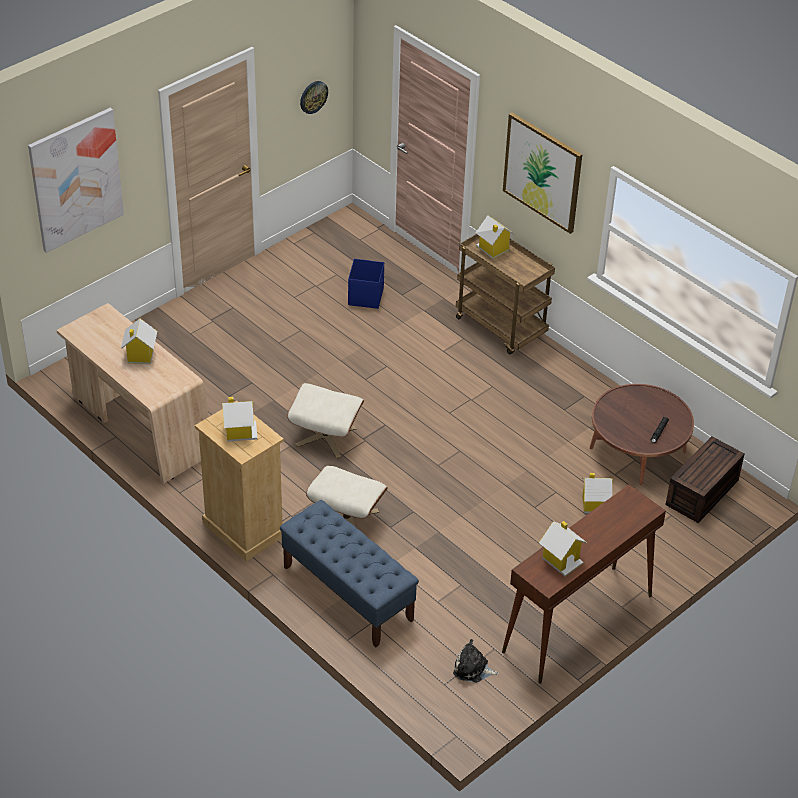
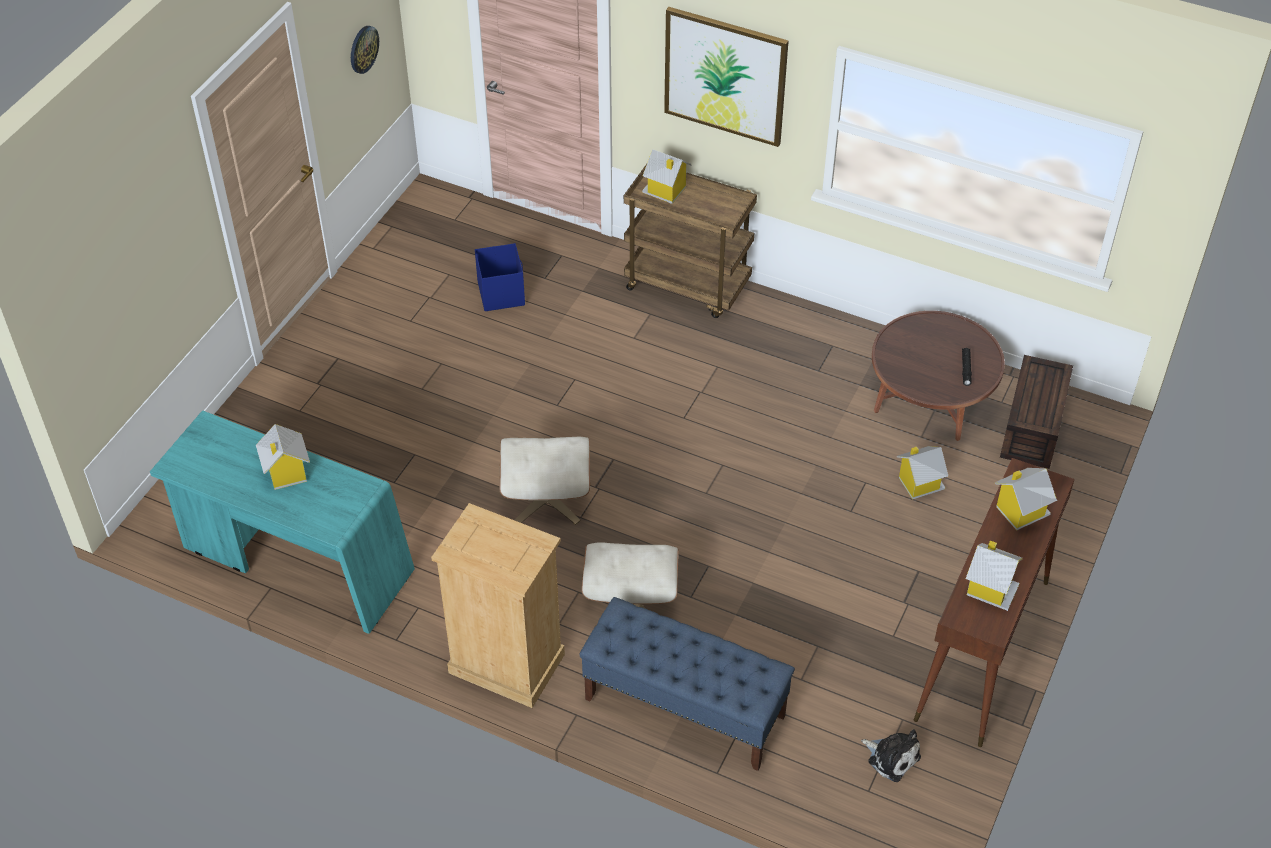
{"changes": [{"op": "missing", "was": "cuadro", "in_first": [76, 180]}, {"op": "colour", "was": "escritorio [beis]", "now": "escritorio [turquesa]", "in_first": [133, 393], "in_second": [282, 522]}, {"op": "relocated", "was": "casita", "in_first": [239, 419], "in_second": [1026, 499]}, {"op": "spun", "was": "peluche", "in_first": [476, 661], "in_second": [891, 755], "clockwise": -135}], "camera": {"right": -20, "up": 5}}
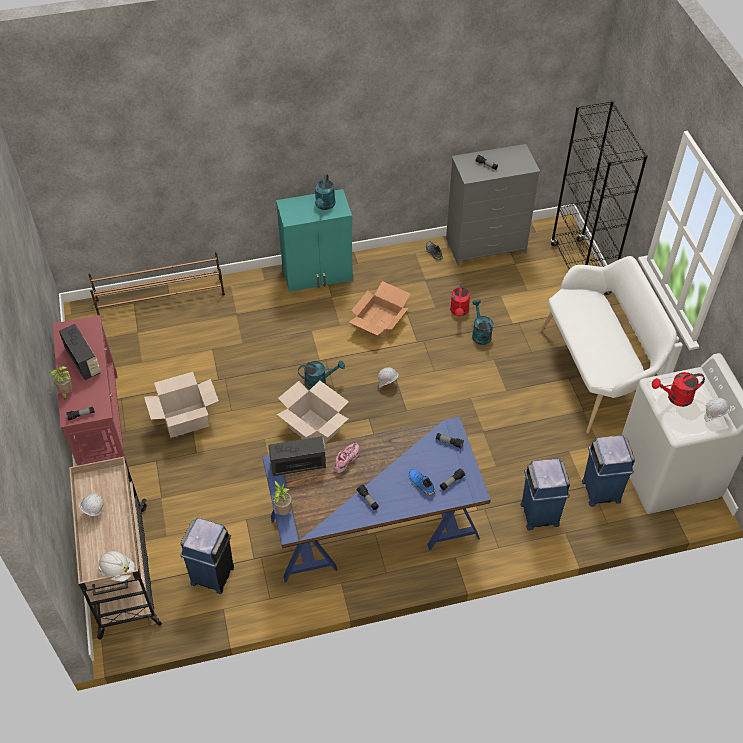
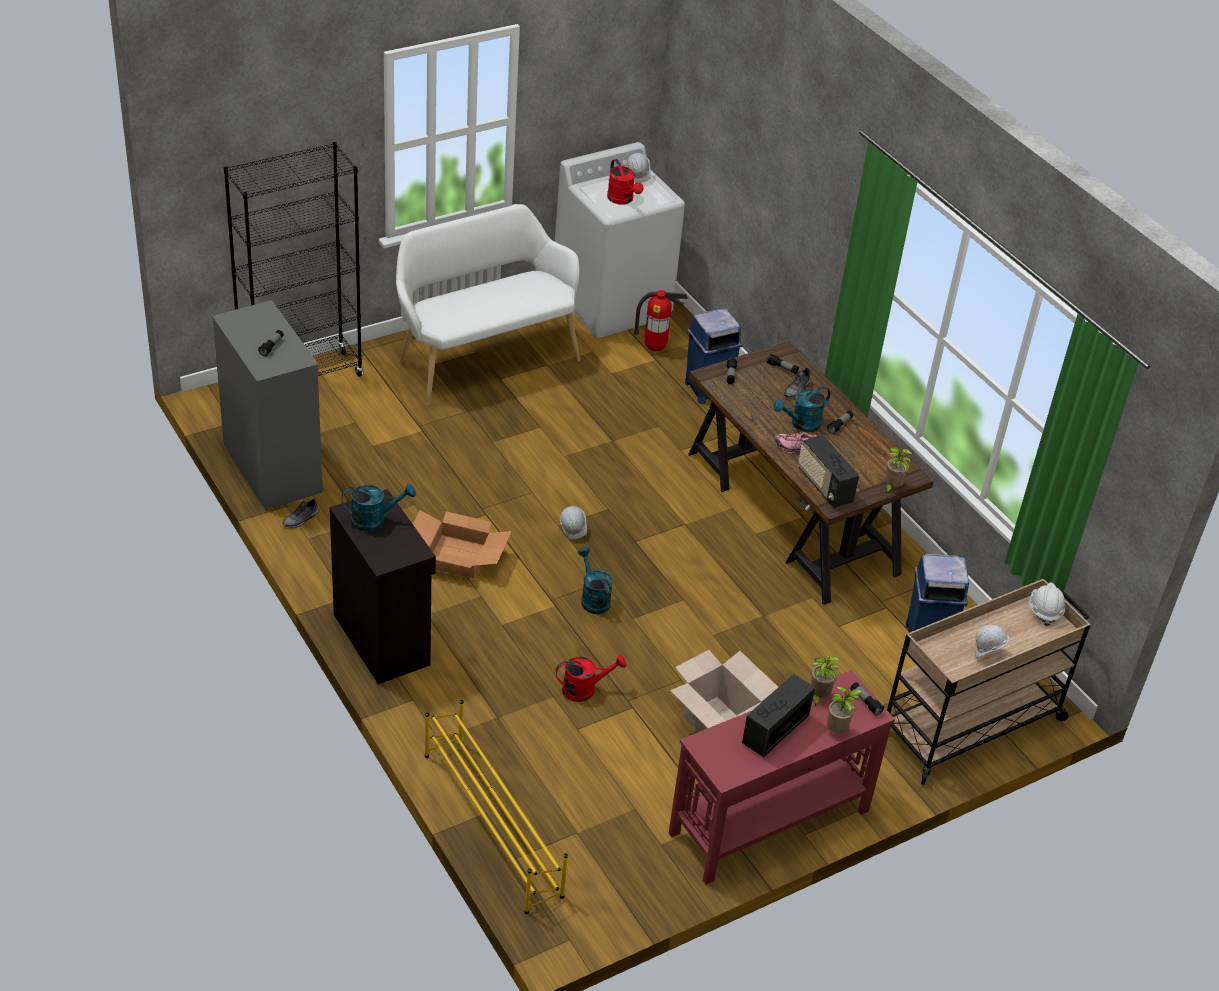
{"changes": [{"op": "colour", "was": "zapatero [marrón]", "now": "zapatero [amarillo]", "in_first": [157, 283], "in_second": [496, 807]}, {"op": "colour", "was": "escritorio [azul]", "now": "escritorio [marrón]", "in_first": [376, 499], "in_second": [811, 473]}, {"op": "colour", "was": "armario [turquesa]", "now": "armario [negro]", "in_first": [314, 240], "in_second": [383, 586]}, {"op": "missing", "was": "caja de cartón", "in_first": [313, 412]}, {"op": "colour", "was": "zapato [azul]", "now": "zapato [gris]", "in_first": [422, 482], "in_second": [797, 383]}, {"op": "relocated", "was": "regadera [rojo]", "in_first": [460, 299], "in_second": [591, 678]}, {"op": "relocated", "was": "regadera [turquesa]", "in_first": [482, 322], "in_second": [801, 409]}, {"op": "exchanged", "was": "papelera [azul]", "now": "extintor", "in_first": [608, 471], "in_second": [661, 320]}, {"op": "appeared", "now": "planta en maceta", "in_second": [825, 681]}], "camera": {"right": -110, "up": -10}}
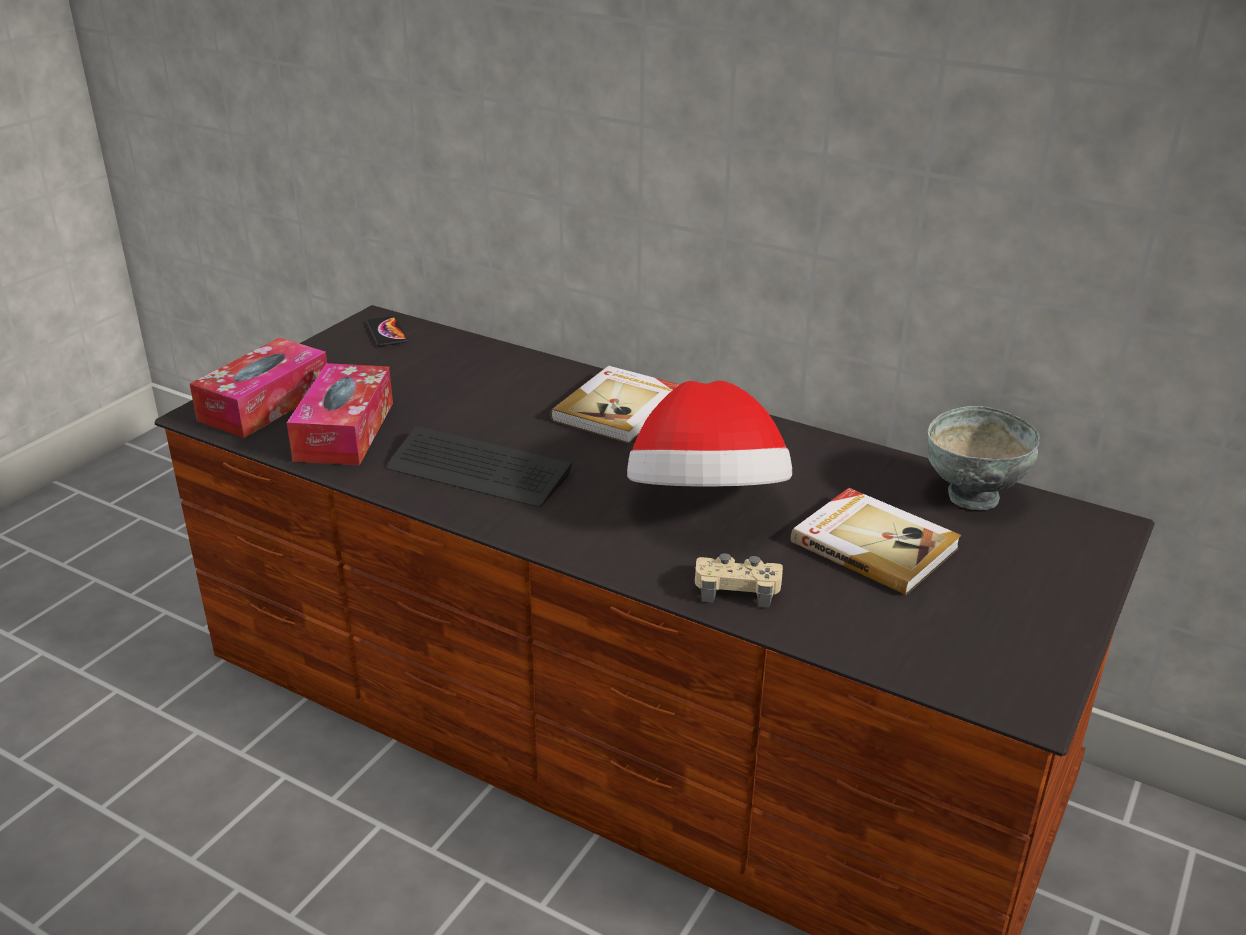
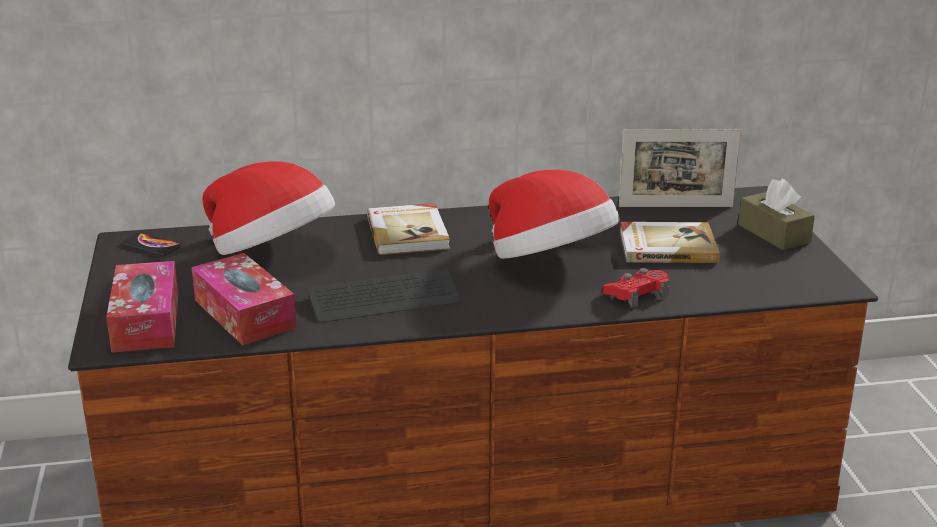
{"changes": [{"op": "colour", "was": "mando de consola [beis]", "now": "mando de consola [rojo]", "in_first": [739, 580], "in_second": [636, 288]}, {"op": "exchanged", "was": "cuenco [gris]", "now": "portarretratos", "in_first": [983, 458], "in_second": [680, 168]}, {"op": "appeared", "now": "sombrero", "in_second": [268, 208]}, {"op": "appeared", "now": "caja de pañuelos [marrón]", "in_second": [776, 214]}], "camera": {"right": -40, "up": -5}}
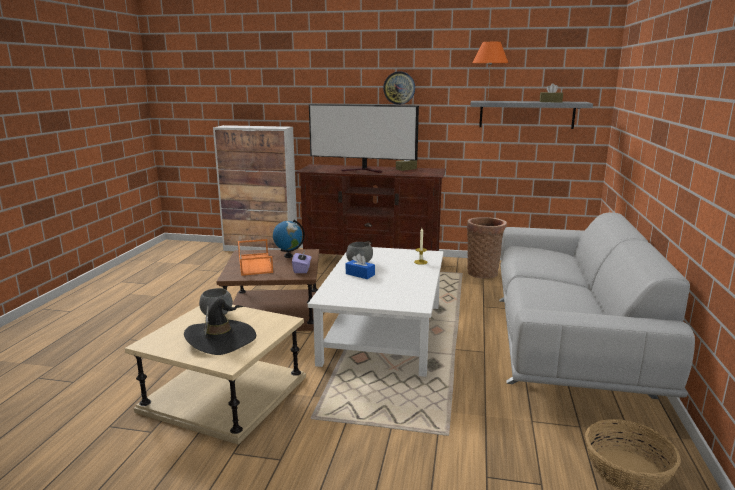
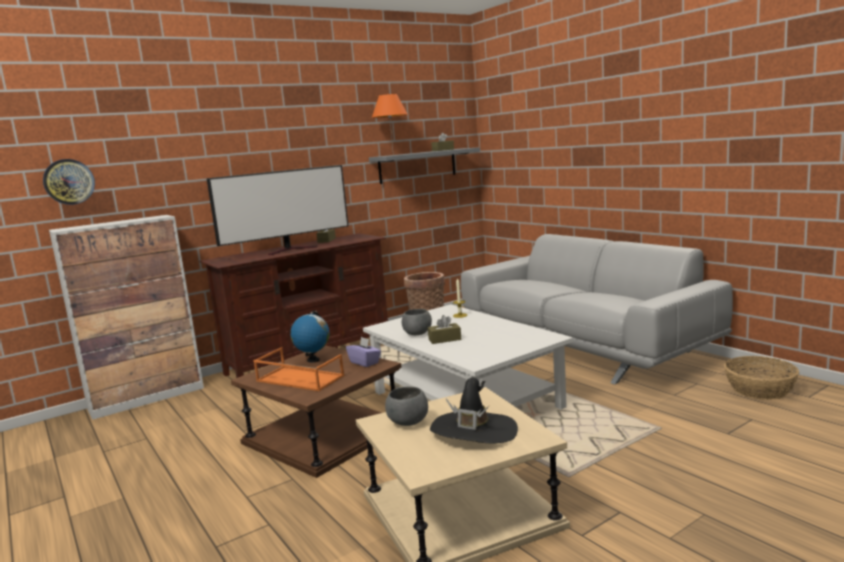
{"changes": [{"op": "colour", "was": "caja de pañuelos [azul]", "now": "caja de pañuelos [marrón]", "in_first": [360, 266], "in_second": [444, 329]}, {"op": "relocated", "was": "reloj de pared", "in_first": [399, 88], "in_second": [69, 182]}], "camera": {"right": -45, "up": -5}}
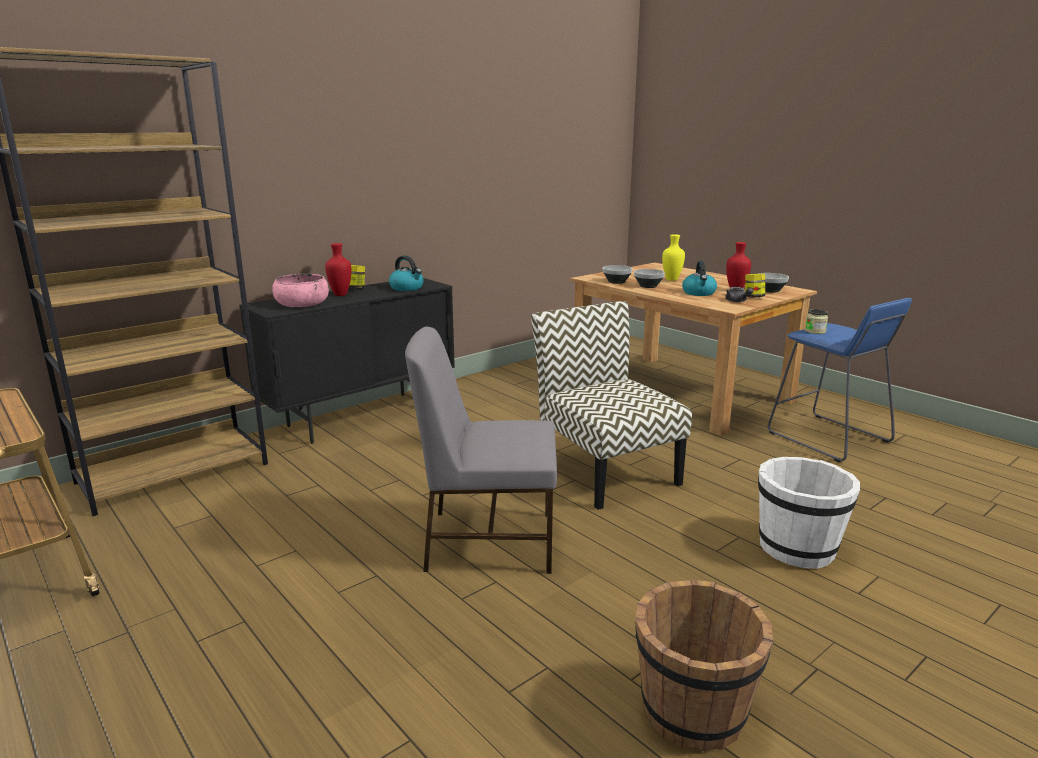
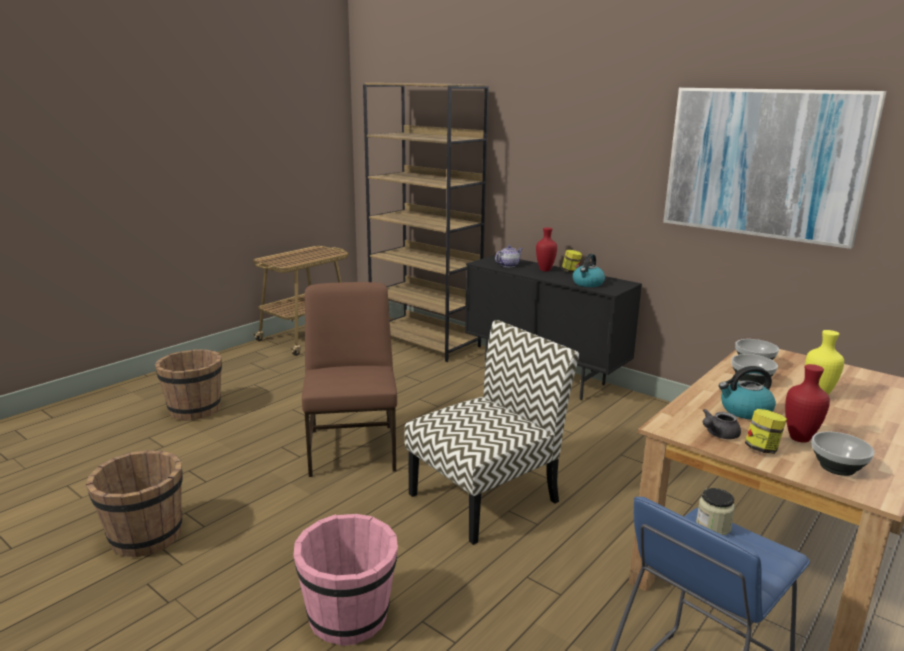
{"changes": [{"op": "exchanged", "was": "cuenco [rosa]", "now": "tetera", "in_first": [300, 290], "in_second": [509, 256]}, {"op": "colour", "was": "silla [gris]", "now": "silla [marrón]", "in_first": [481, 450], "in_second": [349, 379]}, {"op": "colour", "was": "cubo [blanco]", "now": "cubo [rosa]", "in_first": [809, 513], "in_second": [345, 580]}, {"op": "appeared", "now": "cubo [marrón]", "in_second": [188, 385]}, {"op": "appeared", "now": "cuadro", "in_second": [775, 168]}], "camera": {"right": 80, "up": 0}}
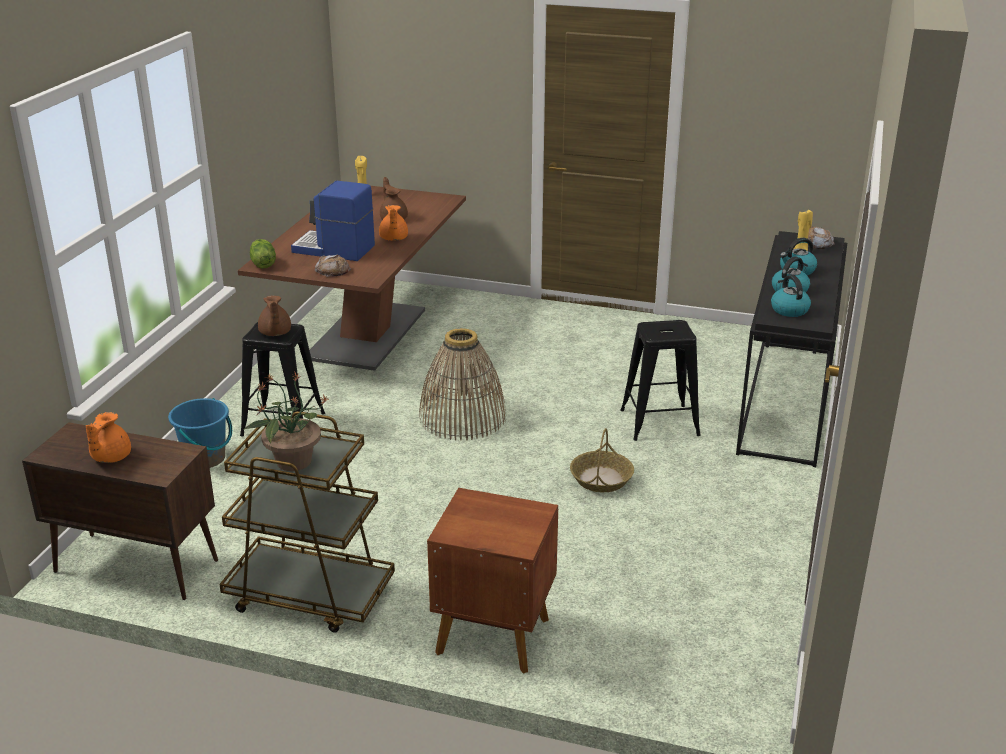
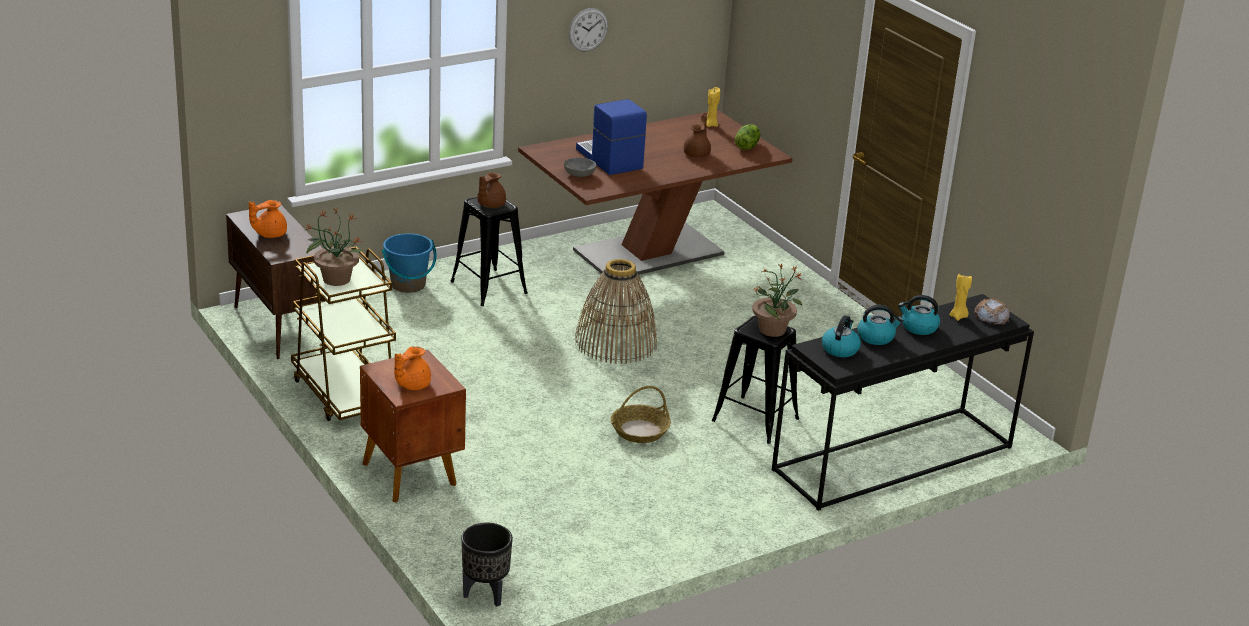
{"changes": [{"op": "relocated", "was": "lechuga", "in_first": [263, 254], "in_second": [747, 137]}, {"op": "exchanged", "was": "pan", "now": "cuenco [gris]", "in_first": [332, 266], "in_second": [580, 167]}, {"op": "relocated", "was": "tetera [naranja]", "in_first": [393, 223], "in_second": [412, 368]}, {"op": "appeared", "now": "maceta [negro]", "in_second": [487, 564]}, {"op": "appeared", "now": "reloj de pared", "in_second": [588, 29]}, {"op": "appeared", "now": "planta en maceta", "in_second": [777, 300]}], "camera": {"right": 40, "up": 0}}
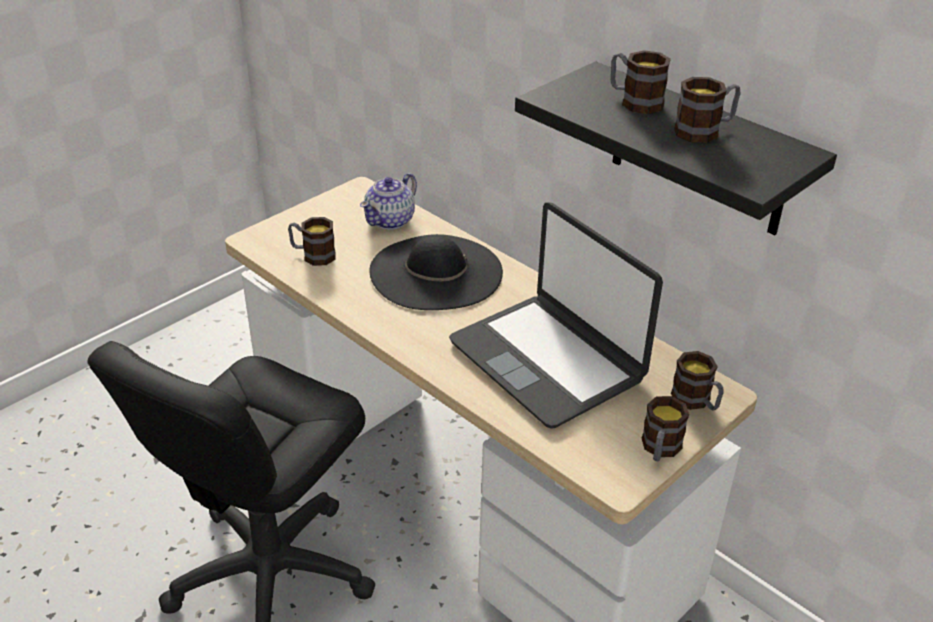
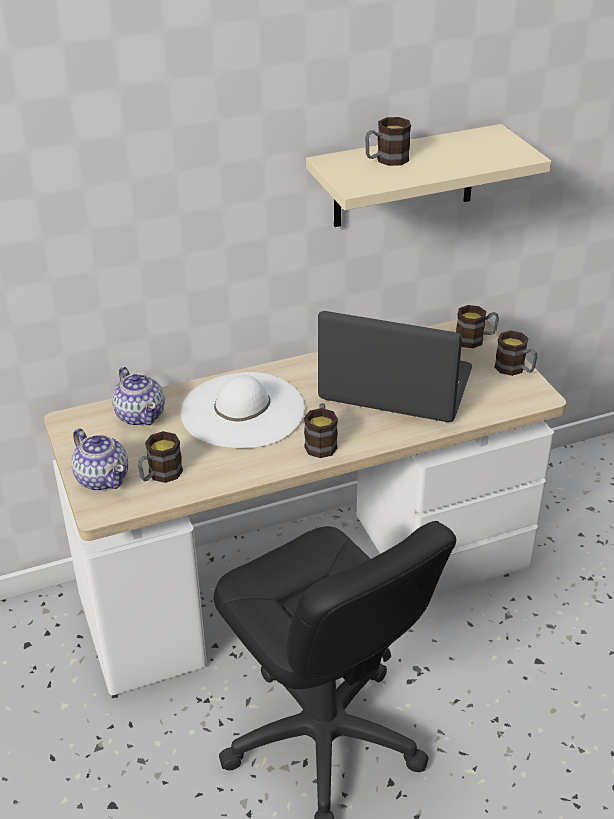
{"changes": [{"op": "colour", "was": "sombrero [negro]", "now": "sombrero [blanco]", "in_first": [436, 272], "in_second": [243, 410]}, {"op": "spun", "was": "portátil", "in_first": [556, 315], "in_second": [395, 366], "clockwise": -150}, {"op": "colour", "was": "estante [negro]", "now": "estante [beis]", "in_first": [676, 148], "in_second": [428, 175]}, {"op": "relocated", "was": "taza grande", "in_first": [707, 110], "in_second": [321, 430]}, {"op": "appeared", "now": "tetera", "in_second": [100, 459]}], "camera": {"right": -65, "up": 0}}
